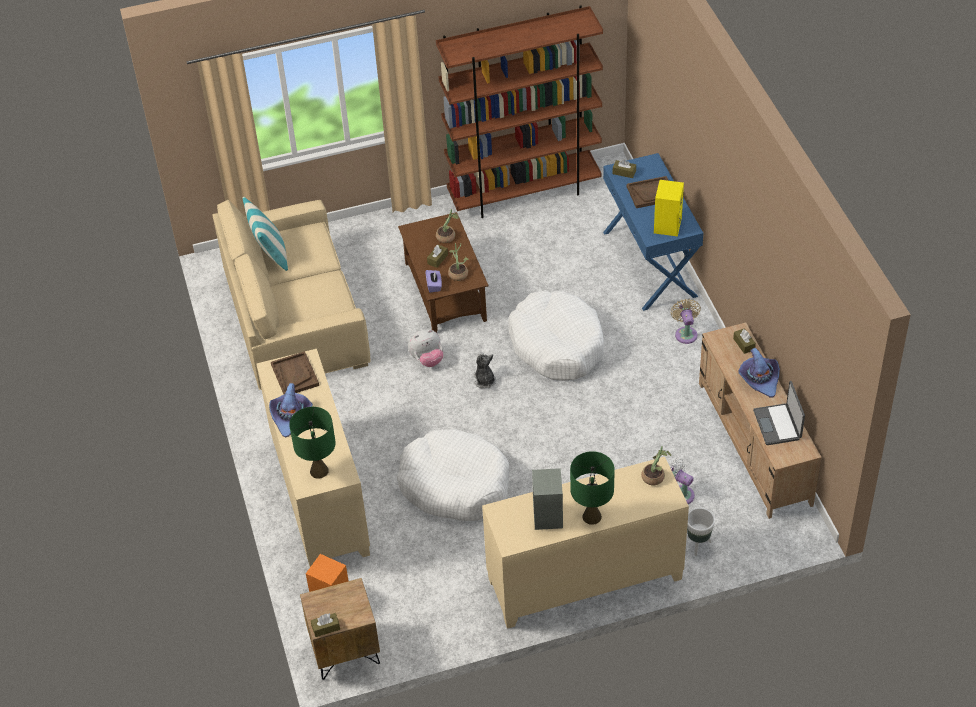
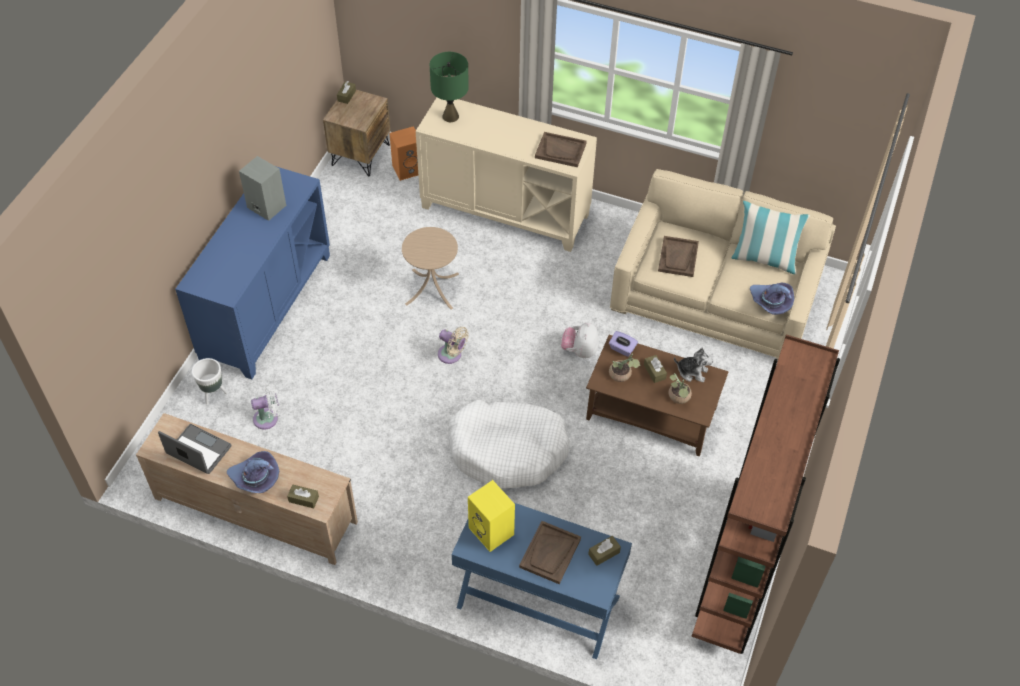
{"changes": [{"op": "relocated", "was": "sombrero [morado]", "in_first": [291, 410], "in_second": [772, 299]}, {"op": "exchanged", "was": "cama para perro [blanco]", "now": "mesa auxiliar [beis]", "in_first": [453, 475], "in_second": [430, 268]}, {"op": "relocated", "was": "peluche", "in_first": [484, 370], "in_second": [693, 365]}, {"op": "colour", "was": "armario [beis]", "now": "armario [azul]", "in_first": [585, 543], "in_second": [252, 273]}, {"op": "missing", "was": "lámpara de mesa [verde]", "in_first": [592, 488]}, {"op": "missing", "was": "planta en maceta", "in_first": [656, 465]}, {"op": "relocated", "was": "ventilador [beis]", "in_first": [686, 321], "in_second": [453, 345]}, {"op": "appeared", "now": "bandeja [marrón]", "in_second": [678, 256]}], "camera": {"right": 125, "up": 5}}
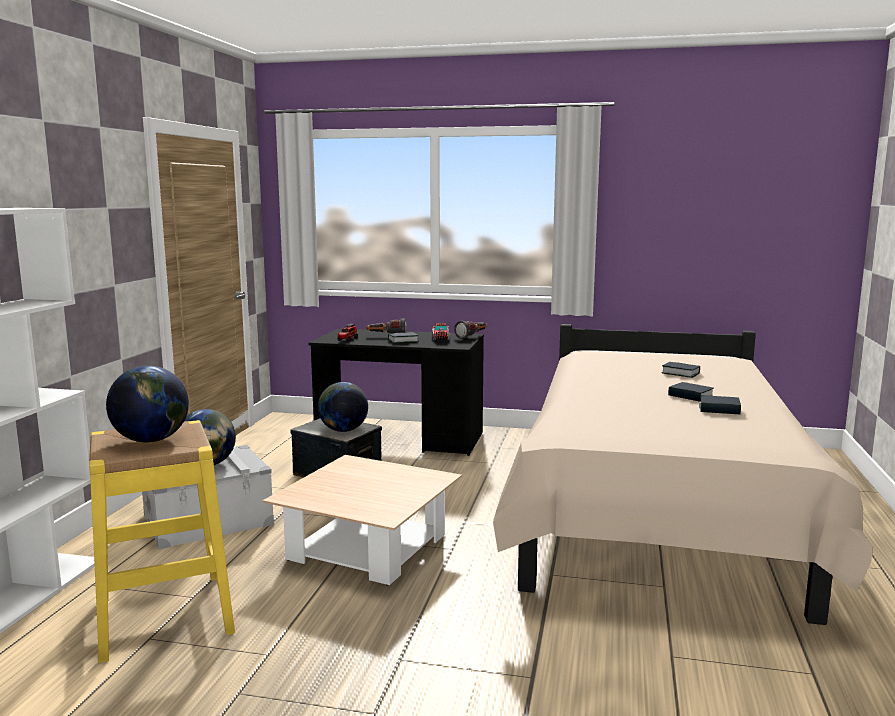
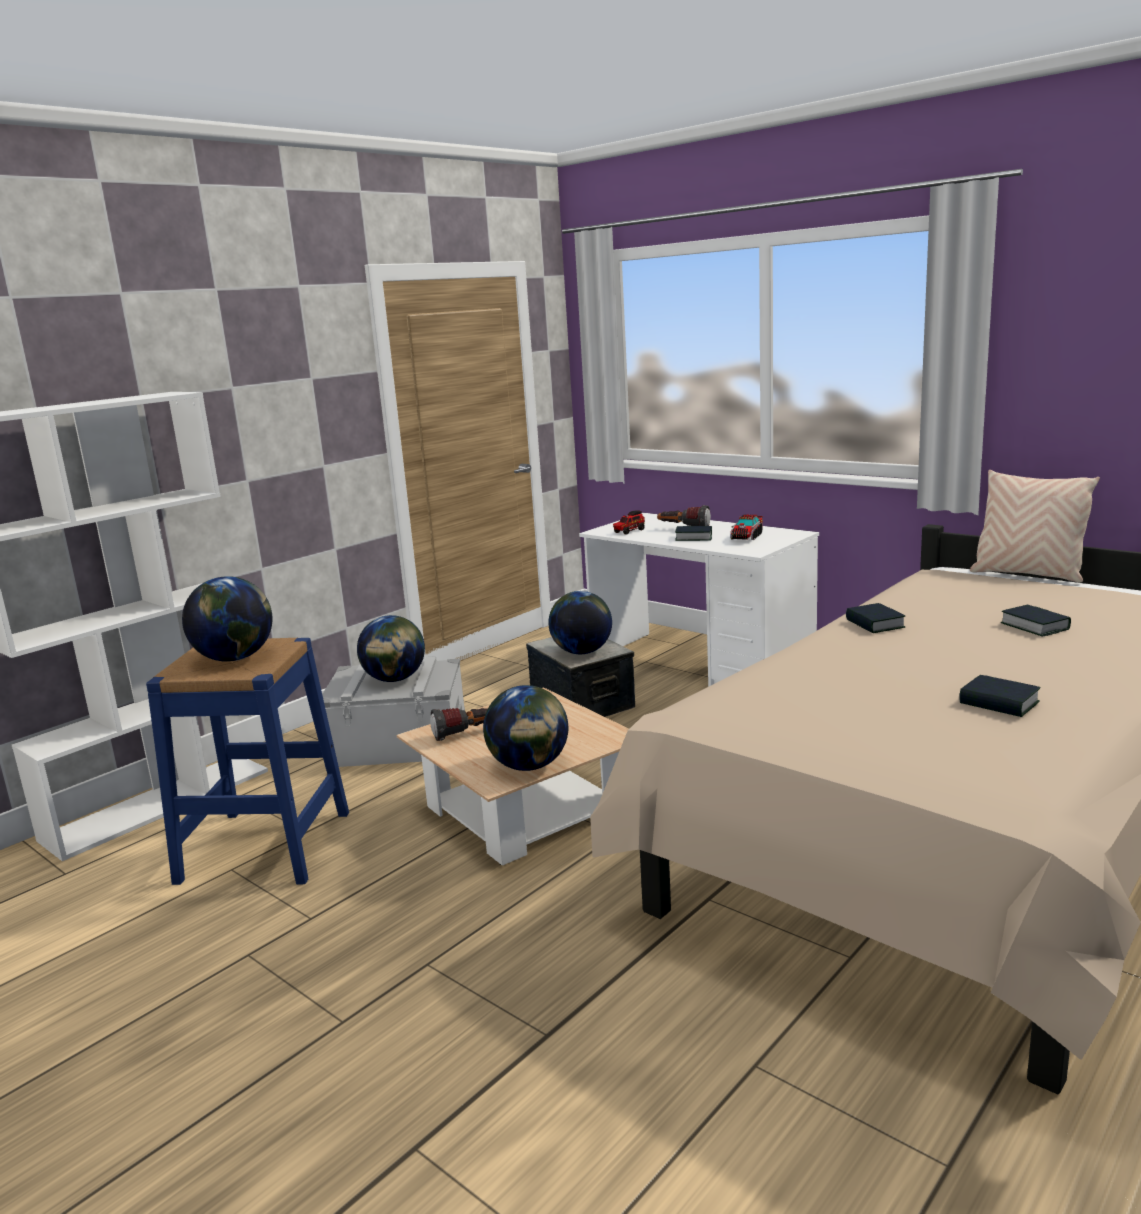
{"changes": [{"op": "colour", "was": "taburete [amarillo]", "now": "taburete [azul]", "in_first": [162, 541], "in_second": [247, 761]}, {"op": "colour", "was": "escritorio [negro]", "now": "escritorio [blanco]", "in_first": [396, 392], "in_second": [699, 600]}, {"op": "relocated", "was": "linterna", "in_first": [470, 330], "in_second": [459, 724]}, {"op": "relocated", "was": "libro", "in_first": [691, 392], "in_second": [875, 618]}, {"op": "appeared", "now": "globo terráqueo", "in_second": [525, 728]}, {"op": "appeared", "now": "cojín [beis]", "in_second": [1035, 526]}], "camera": {"right": 30, "up": 5}}
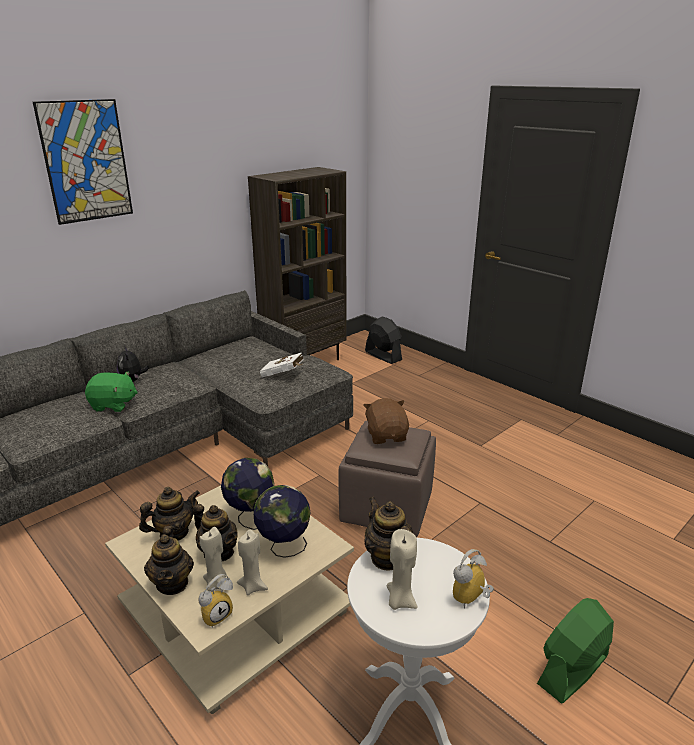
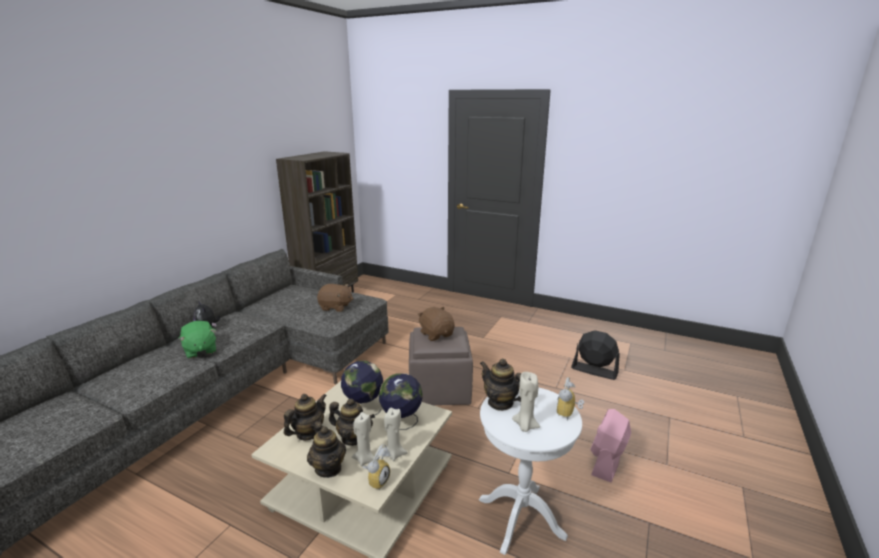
{"changes": [{"op": "missing", "was": "cuadro", "in_first": [83, 162]}, {"op": "spun", "was": "peluche [verde]", "in_first": [111, 391], "in_second": [197, 340], "clockwise": 75}, {"op": "exchanged", "was": "libro [blanco]", "now": "peluche [marrón]", "in_first": [282, 365], "in_second": [335, 298]}, {"op": "relocated", "was": "ventilador [negro]", "in_first": [383, 340], "in_second": [595, 355]}, {"op": "colour", "was": "ventilador [verde]", "now": "ventilador [rosa]", "in_first": [575, 651], "in_second": [610, 445]}], "camera": {"right": -20, "up": -5}}
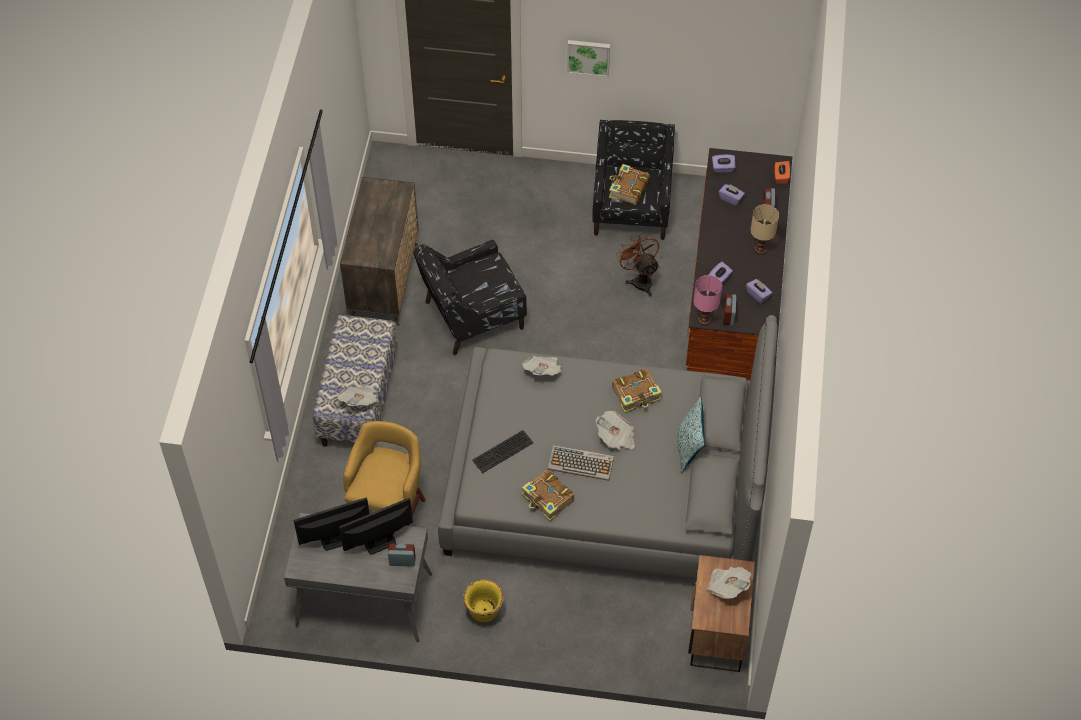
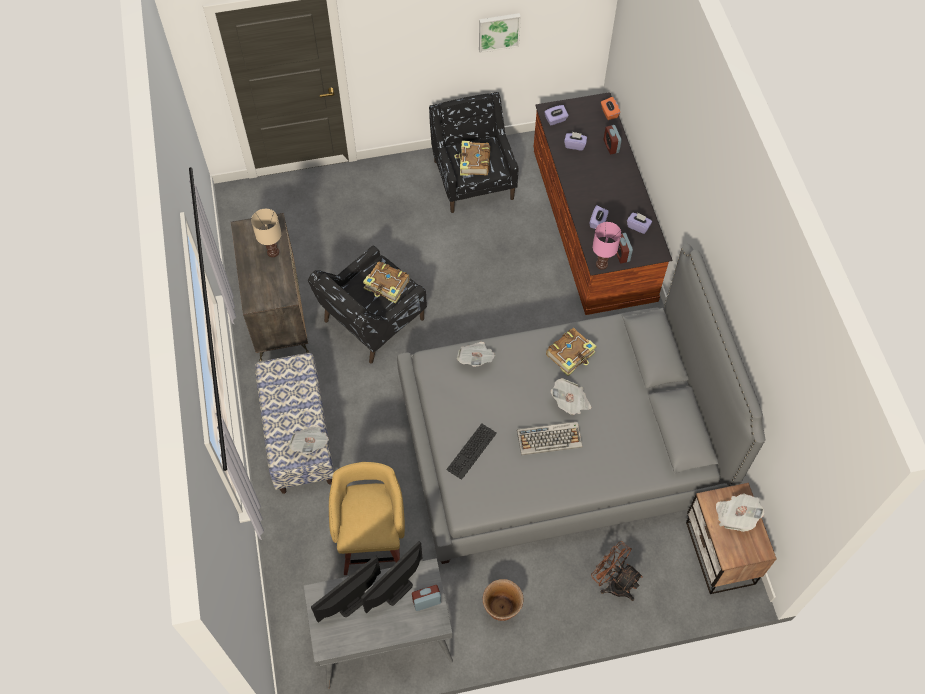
{"changes": [{"op": "colour", "was": "maceta [amarillo]", "now": "maceta [marrón]", "in_first": [483, 600], "in_second": [503, 600]}, {"op": "relocated", "was": "libro", "in_first": [548, 495], "in_second": [386, 282]}, {"op": "relocated", "was": "cuadro", "in_first": [588, 58], "in_second": [500, 33]}, {"op": "relocated", "was": "ventilador [marrón]", "in_first": [638, 264], "in_second": [617, 571]}, {"op": "missing", "was": "cojín", "in_first": [691, 435]}, {"op": "relocated", "was": "lámpara de mesa [beis]", "in_first": [765, 229], "in_second": [266, 233]}], "camera": {"right": -20, "up": 5}}
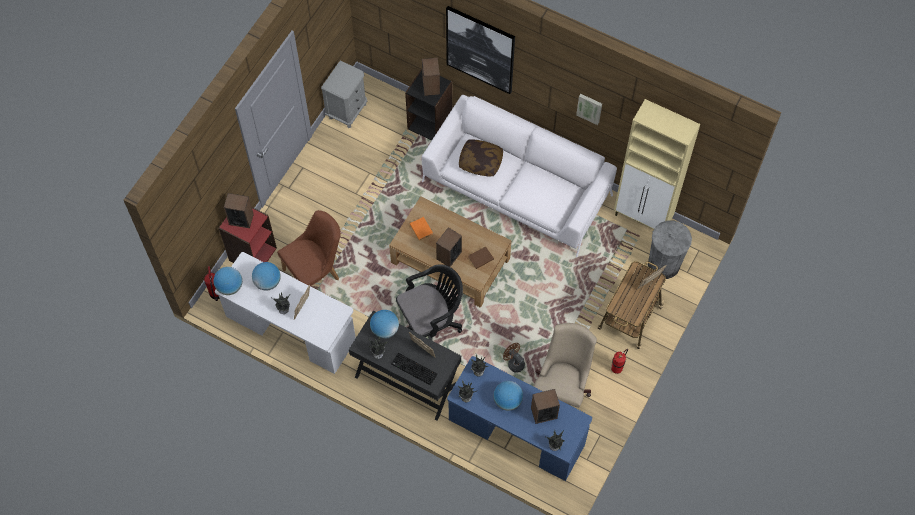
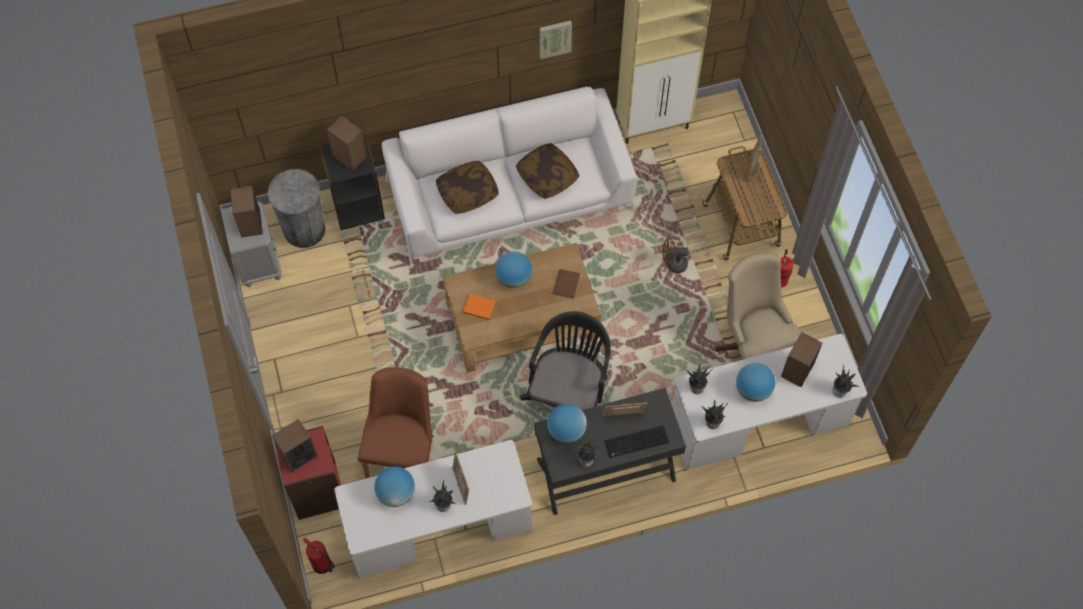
{"changes": [{"op": "relocated", "was": "globo terráqueo", "in_first": [227, 281], "in_second": [513, 269]}, {"op": "relocated", "was": "altavoz", "in_first": [449, 247], "in_second": [246, 212]}, {"op": "missing", "was": "cuadro", "in_first": [480, 50]}, {"op": "colour", "was": "escritorio [azul]", "now": "escritorio [blanco]", "in_first": [519, 418], "in_second": [769, 402]}, {"op": "relocated", "was": "ventilador [marrón]", "in_first": [514, 358], "in_second": [675, 255]}, {"op": "relocated", "was": "papelera [gris]", "in_first": [670, 250], "in_second": [297, 208]}, {"op": "appeared", "now": "cojín", "in_second": [547, 171]}], "camera": {"right": -45, "up": 0}}
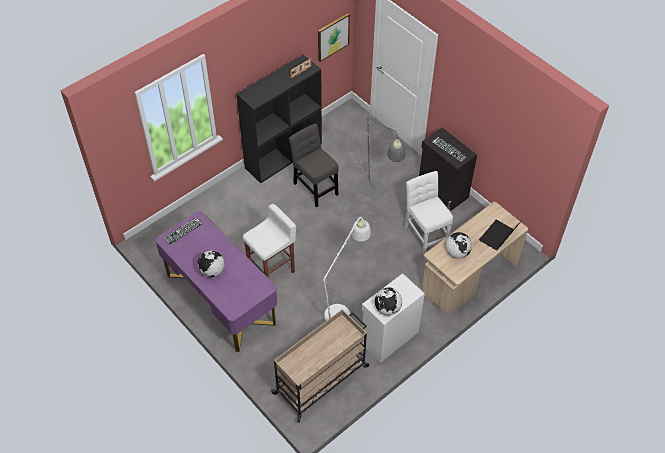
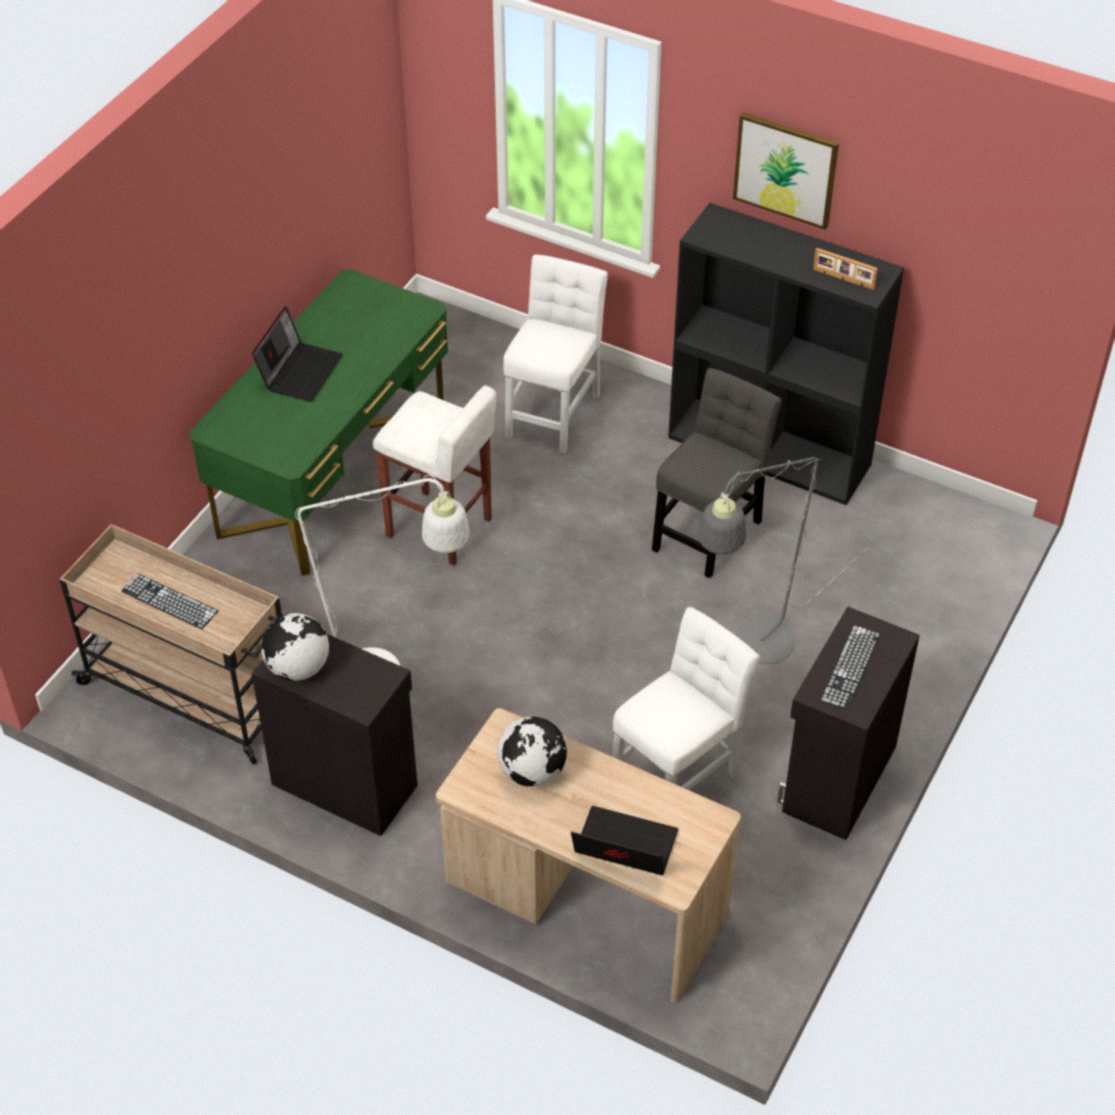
{"changes": [{"op": "colour", "was": "escritorio [morado]", "now": "escritorio [verde]", "in_first": [216, 281], "in_second": [318, 422]}, {"op": "relocated", "was": "teclado", "in_first": [183, 231], "in_second": [169, 601]}, {"op": "exchanged", "was": "globo terráqueo", "now": "portátil", "in_first": [211, 264], "in_second": [297, 354]}, {"op": "relocated", "was": "cuadro", "in_first": [334, 37], "in_second": [786, 171]}, {"op": "colour", "was": "armario [blanco]", "now": "armario [negro]", "in_first": [393, 318], "in_second": [335, 735]}, {"op": "appeared", "now": "silla [blanco]", "in_second": [555, 353]}], "camera": {"right": 70, "up": -5}}
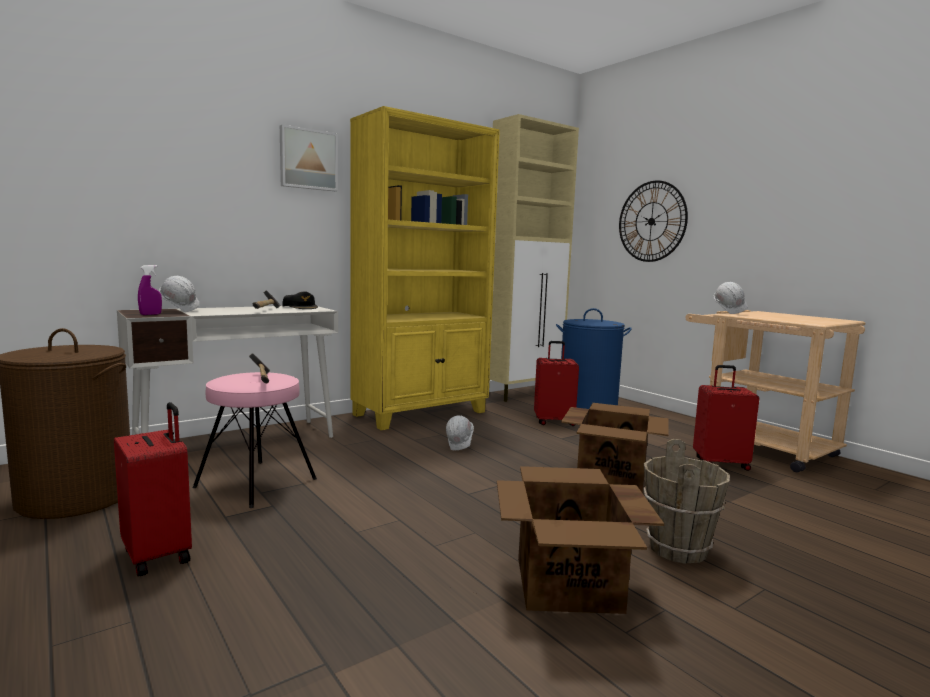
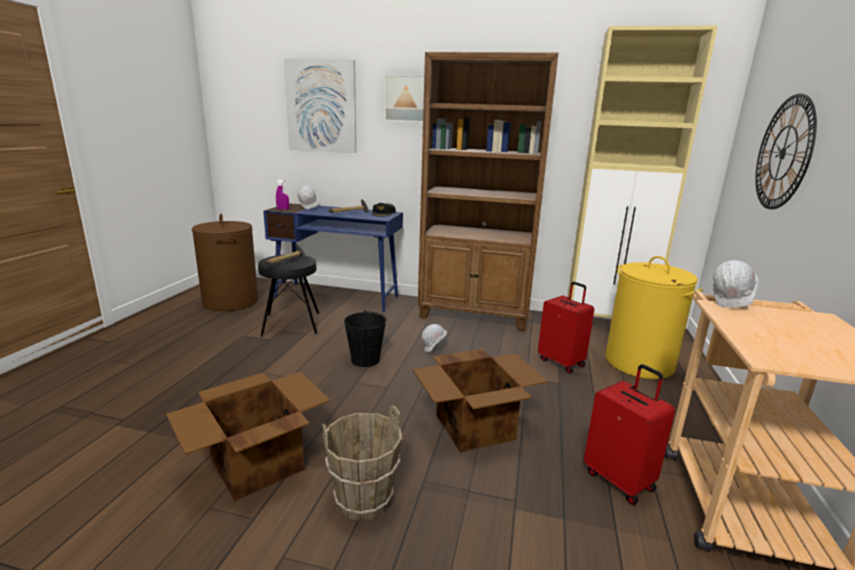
{"changes": [{"op": "missing", "was": "maleta [rojo]", "in_first": [153, 489]}, {"op": "colour", "was": "escritorio [blanco]", "now": "escritorio [azul]", "in_first": [227, 372], "in_second": [333, 257]}, {"op": "colour", "was": "taburete [rosa]", "now": "taburete [negro]", "in_first": [255, 440], "in_second": [288, 295]}, {"op": "colour", "was": "estantería [amarillo]", "now": "estantería [marrón]", "in_first": [425, 268], "in_second": [488, 191]}, {"op": "colour", "was": "cesto de la ropa [azul]", "now": "cesto de la ropa [amarillo]", "in_first": [594, 358], "in_second": [654, 317]}, {"op": "appeared", "now": "cuadro", "in_second": [320, 106]}, {"op": "appeared", "now": "cubo [negro]", "in_second": [365, 338]}], "camera": {"right": 50, "up": 10}}
